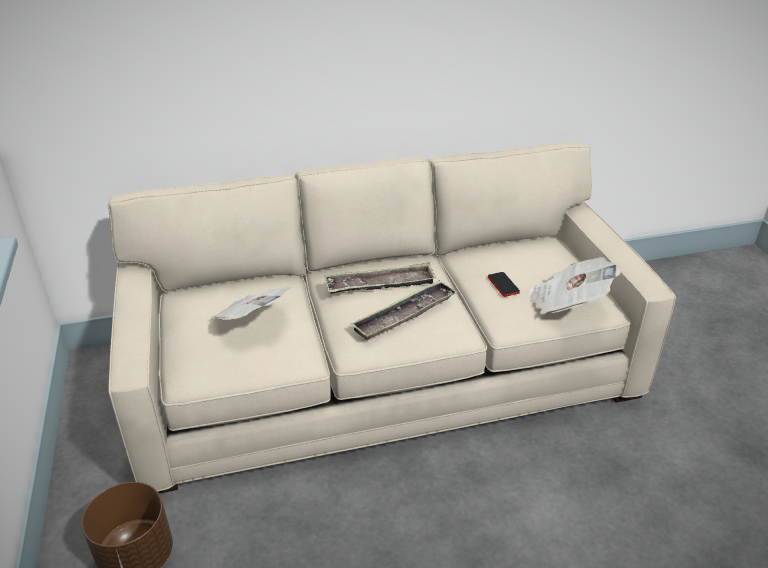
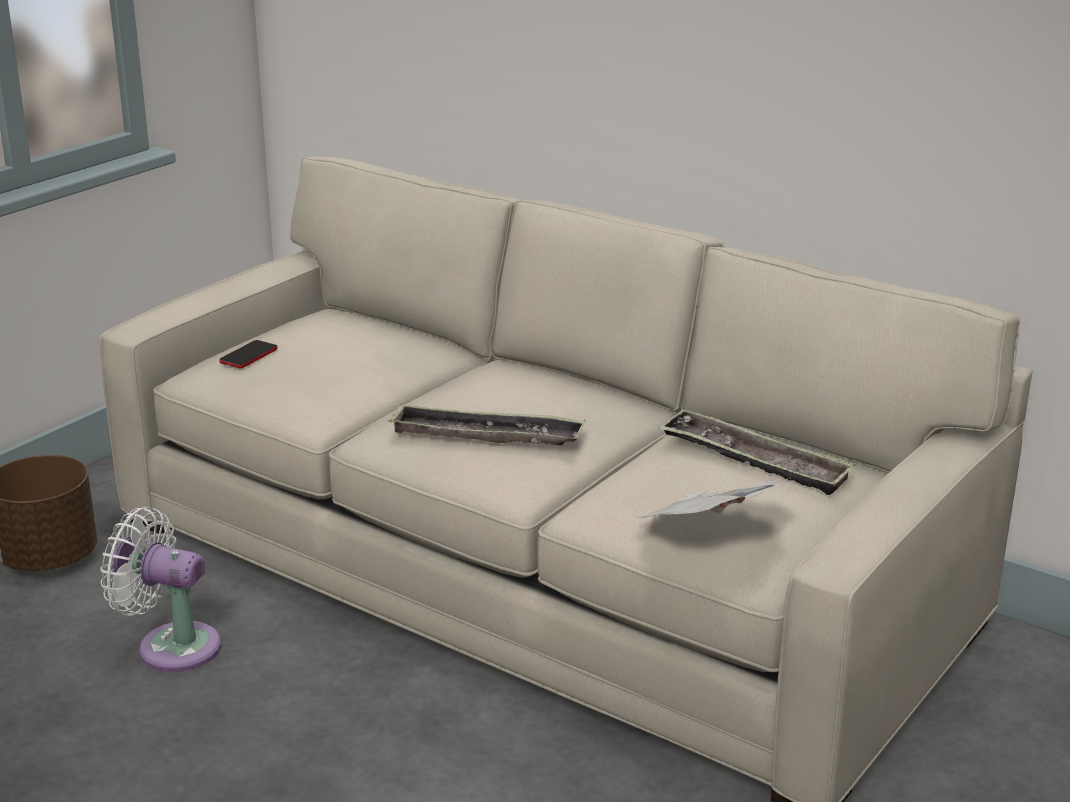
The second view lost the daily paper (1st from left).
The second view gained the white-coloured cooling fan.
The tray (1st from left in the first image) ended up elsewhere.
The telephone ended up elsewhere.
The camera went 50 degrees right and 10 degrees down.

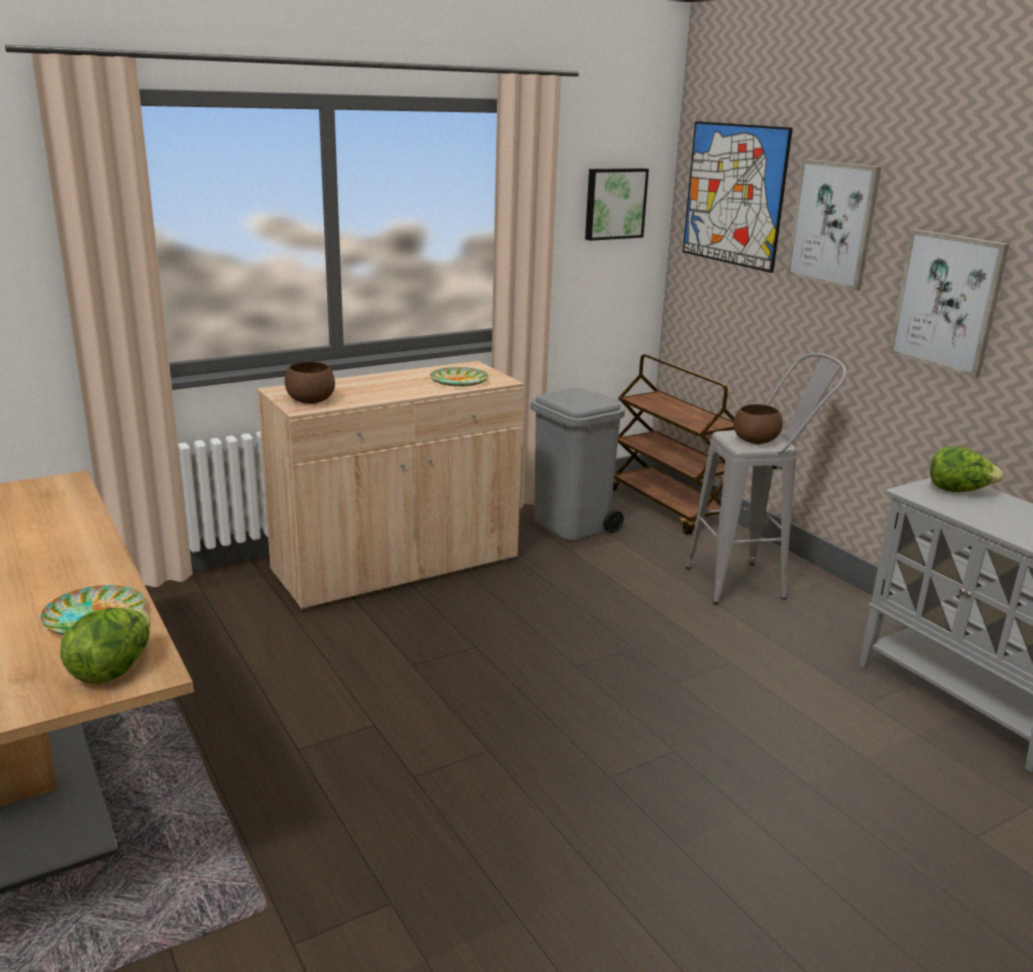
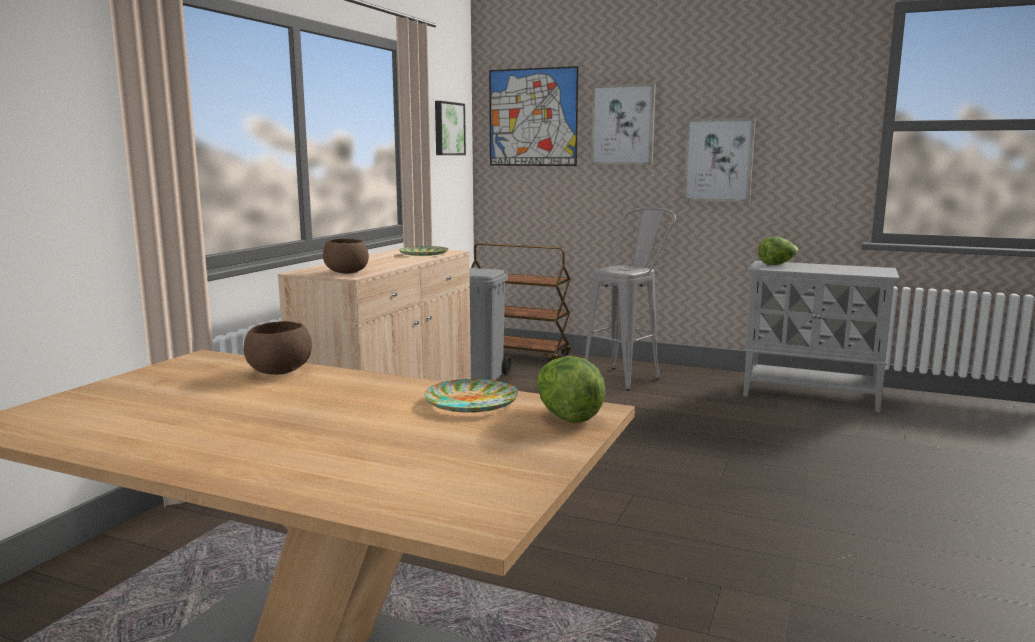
The brownish bowl (2nd from left in the first image) ended up elsewhere.
The camera went 35 degrees left and 10 degrees down.

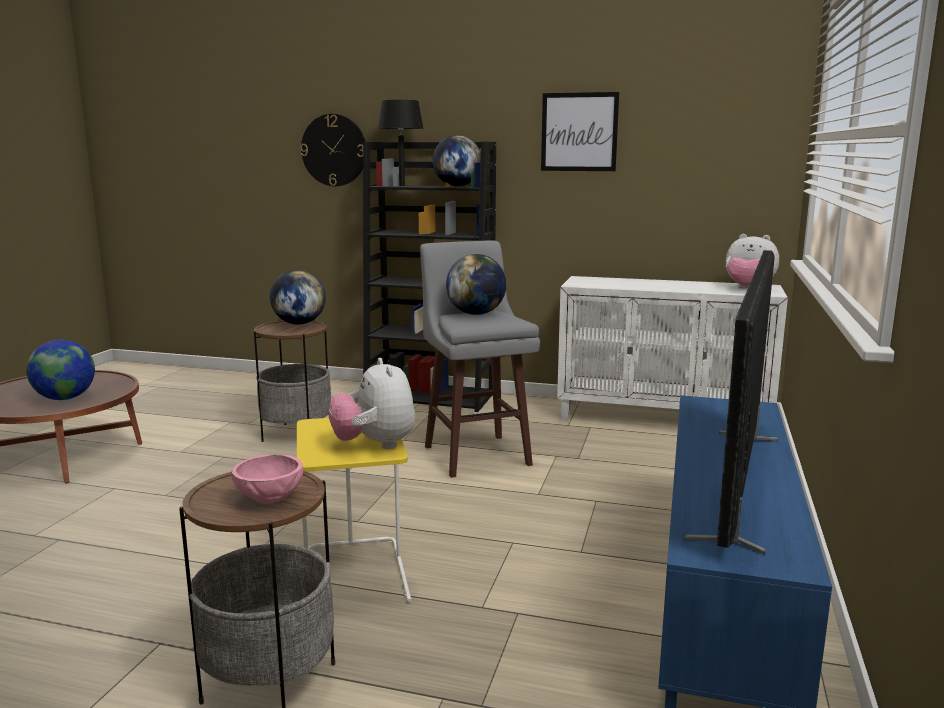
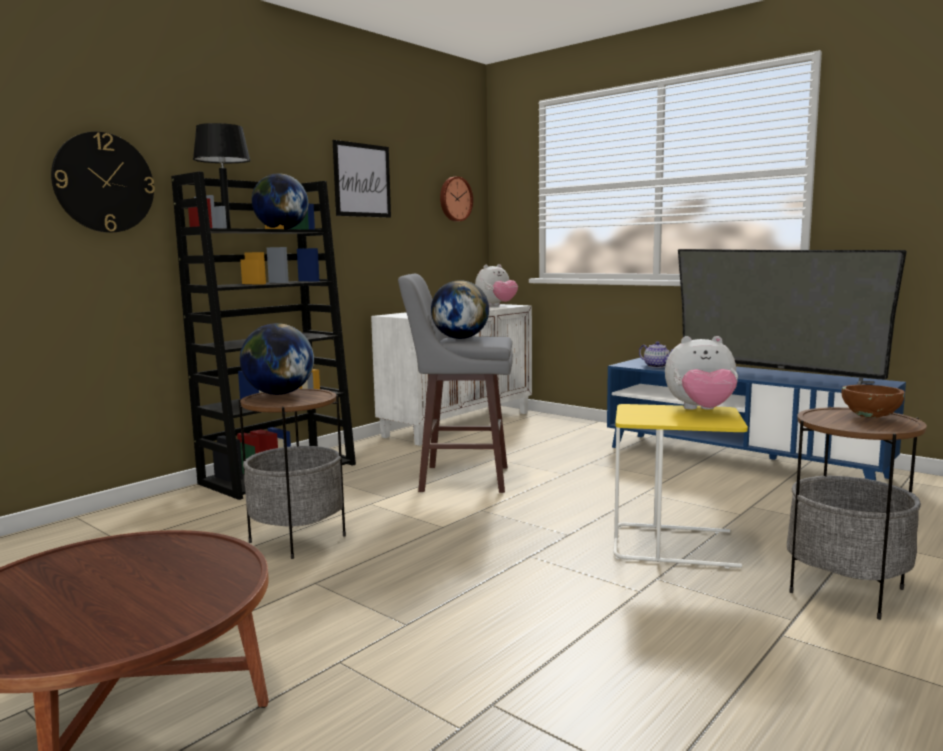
The second view lost the world globe (1st from left).
The second view gained the hanging clock (2nd from left).
The second view gained the tea pot.
What was the pinkish bowl turned into the brownish bowl.
The camera went 65 degrees left and 5 degrees down.

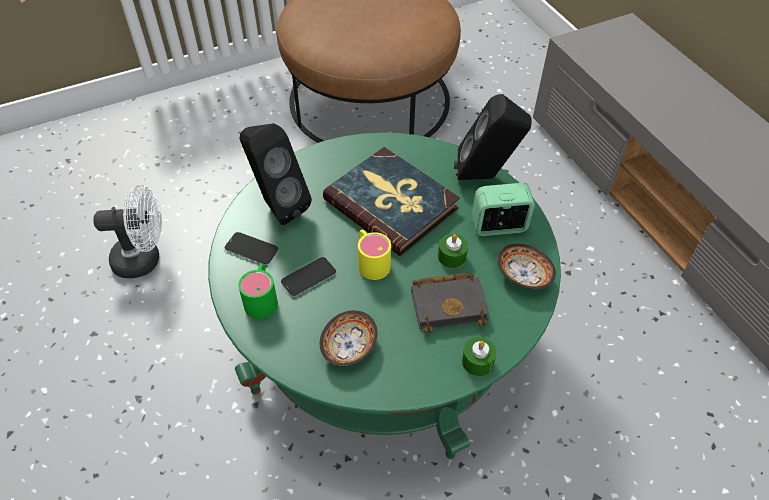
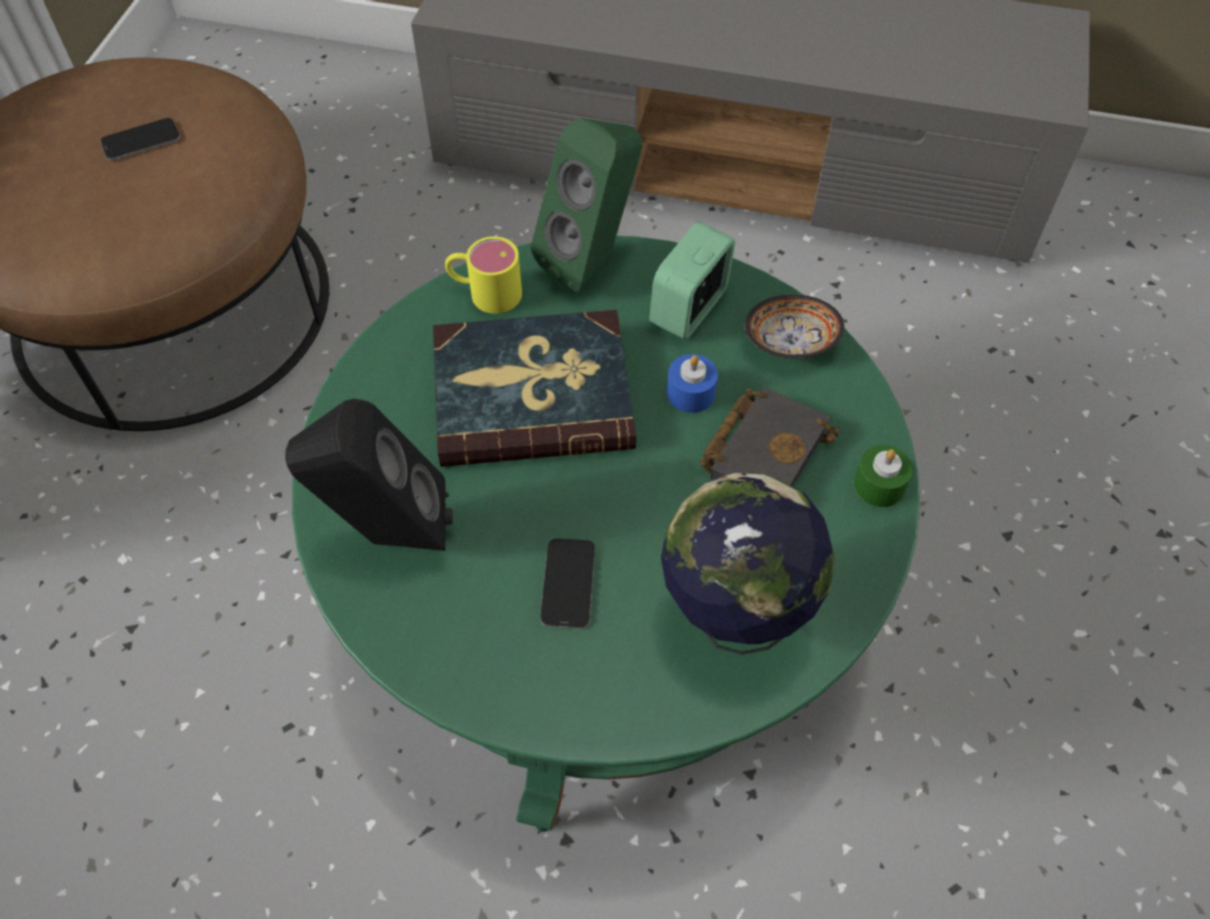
The second view lost the white-coloured cooling fan.
The second view lost the green mug.
The telephone (1st from left) ended up elsewhere.
The yellowish mug ended up elsewhere.
Where the bowl (1st from left) stood, the world globe came to stand.
What was the green candle (1st from left) turned into the bluish candle.
What was the black audio speaker (2nd from left) turned into the green audio speaker.
The camera went 50 degrees left and 5 degrees up.

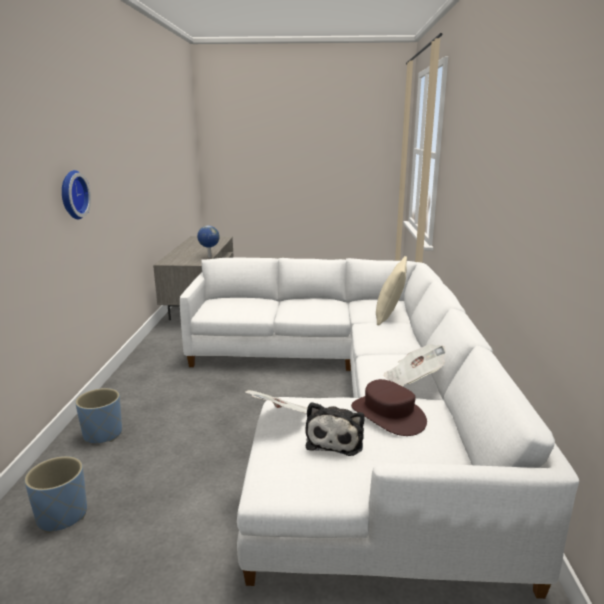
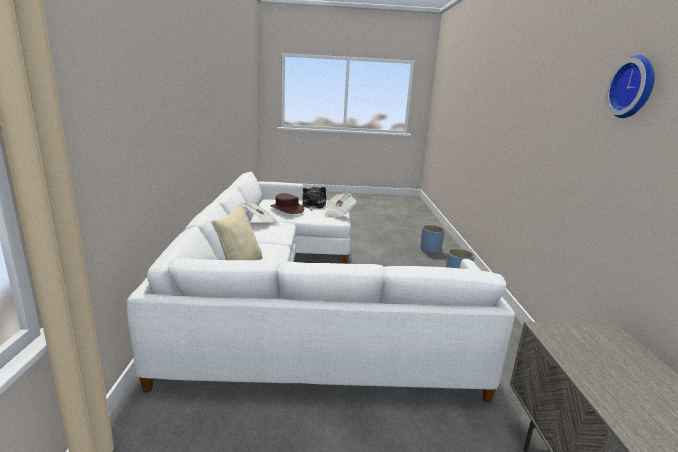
The second view lost the world globe.
The hanging clock ended up elsewhere.
The camera went 175 degrees right and 0 degrees up.

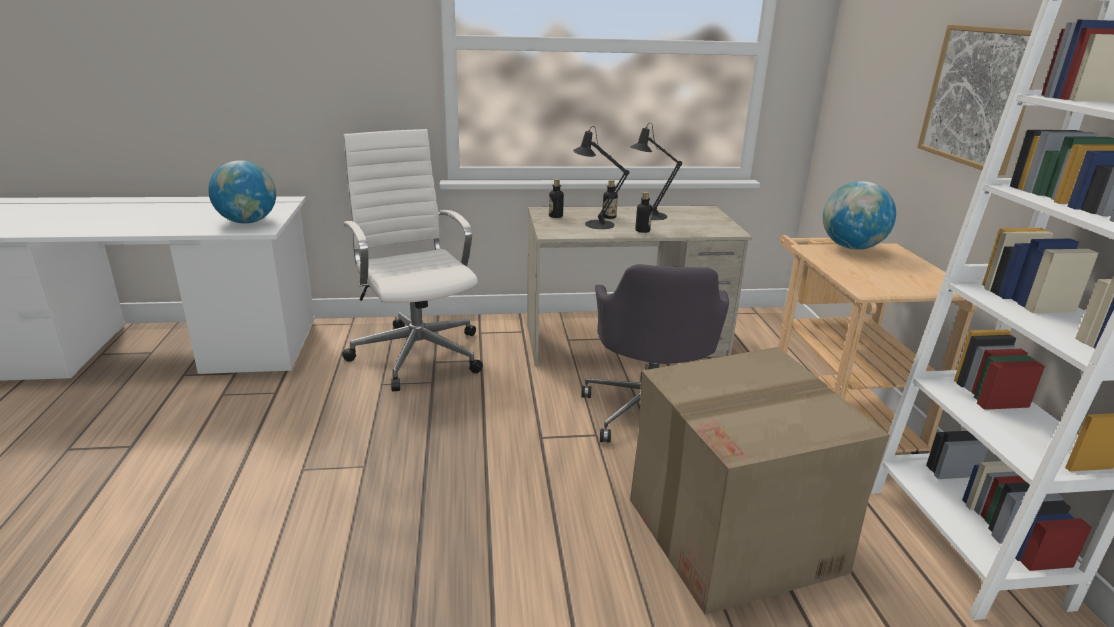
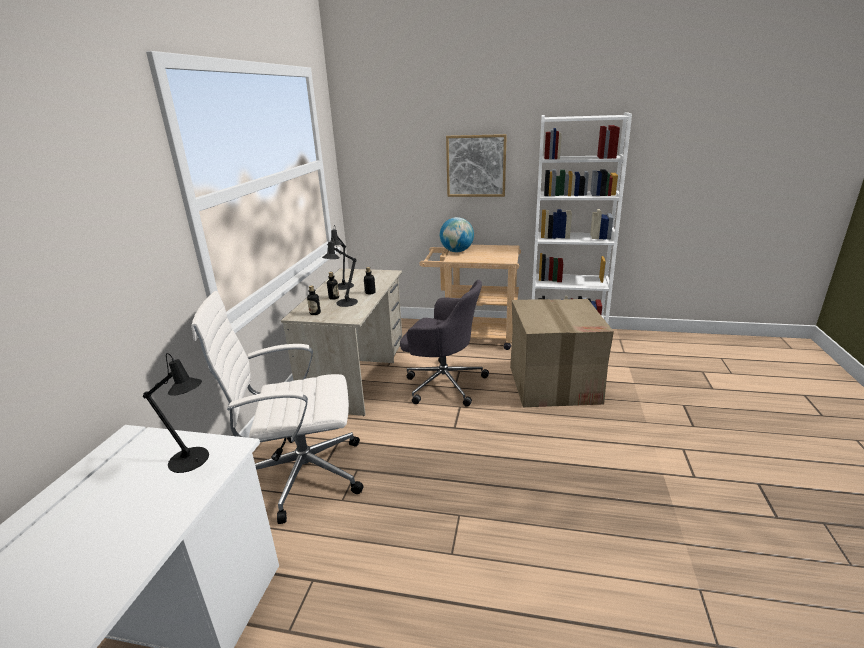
Where the world globe (1st from left) stood, the black table lamp (1st from left) came to stand.
The camera went 70 degrees left and 0 degrees up.

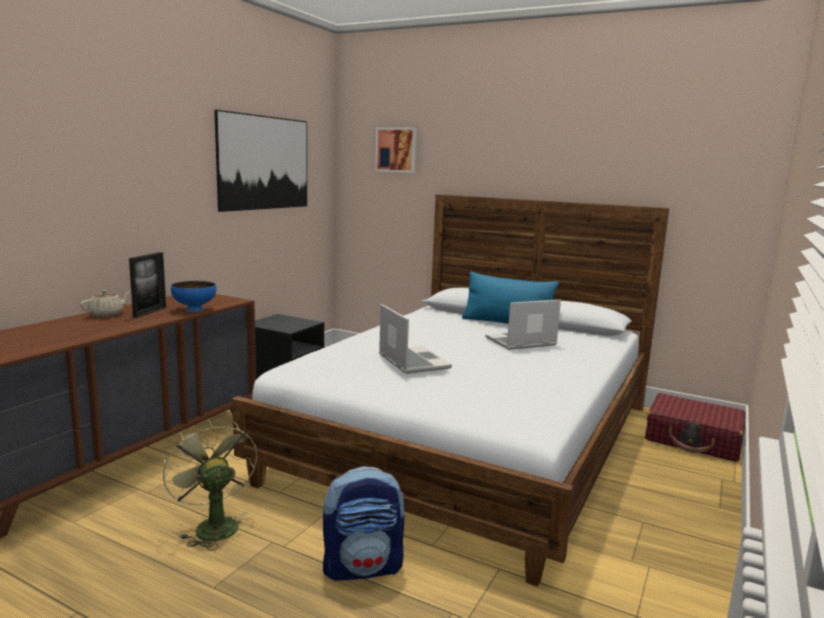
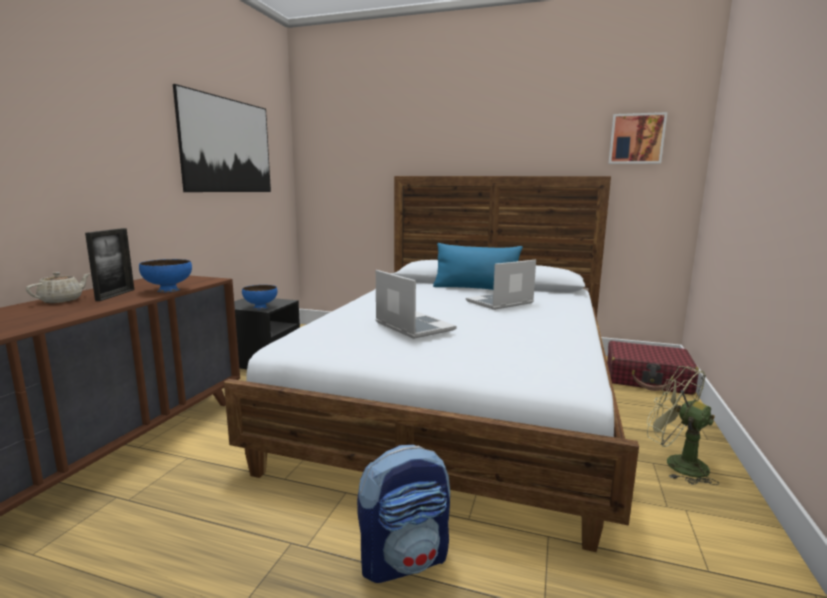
The second view gained the bluish bowl (2nd from left).
The green cooling fan ended up elsewhere.
The wall picture (2nd from left) ended up elsewhere.
The camera went 10 degrees left and 0 degrees up.

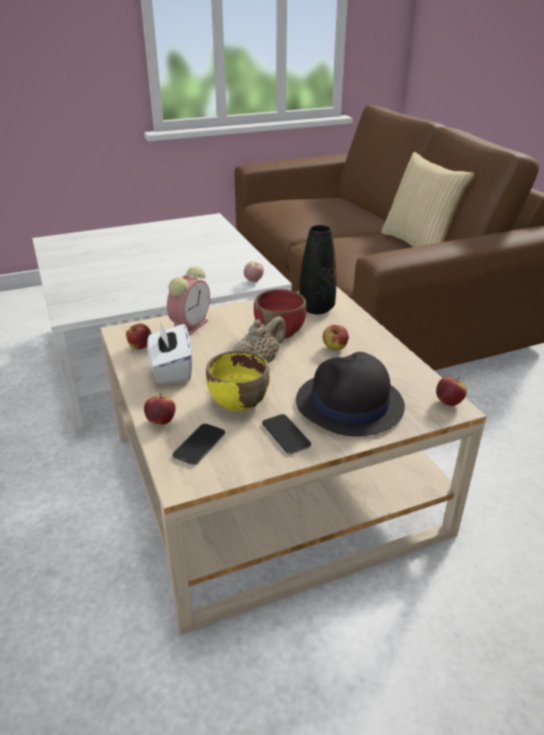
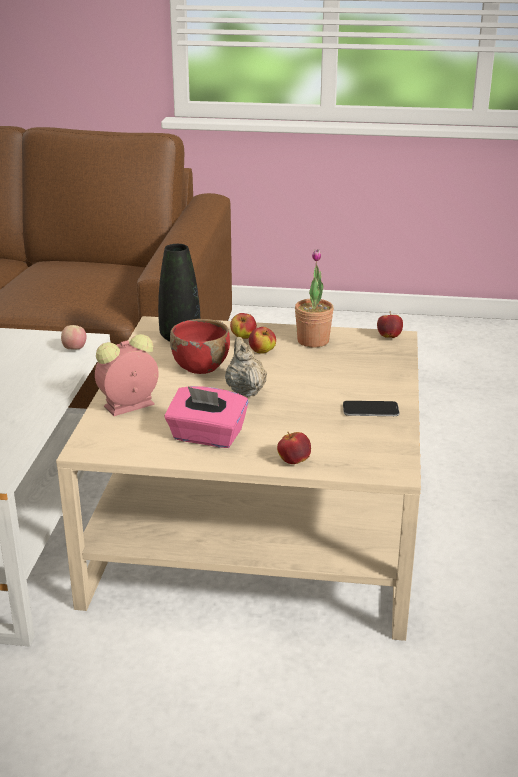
The second view lost the telephone (1st from left).
The second view lost the yellowish bowl.
The second view lost the black wearable hat.
The second view lost the pillow.
The second view gained the plant in a pot.
The apple fruit (1st from left in the first image) ended up elsewhere.
What was the white-coloured tissue box turned into the pinkish tissue box.
The alarm clock ended up facing another way, 90 degrees counterclockwise from before.
The camera went 60 degrees left and 5 degrees down.

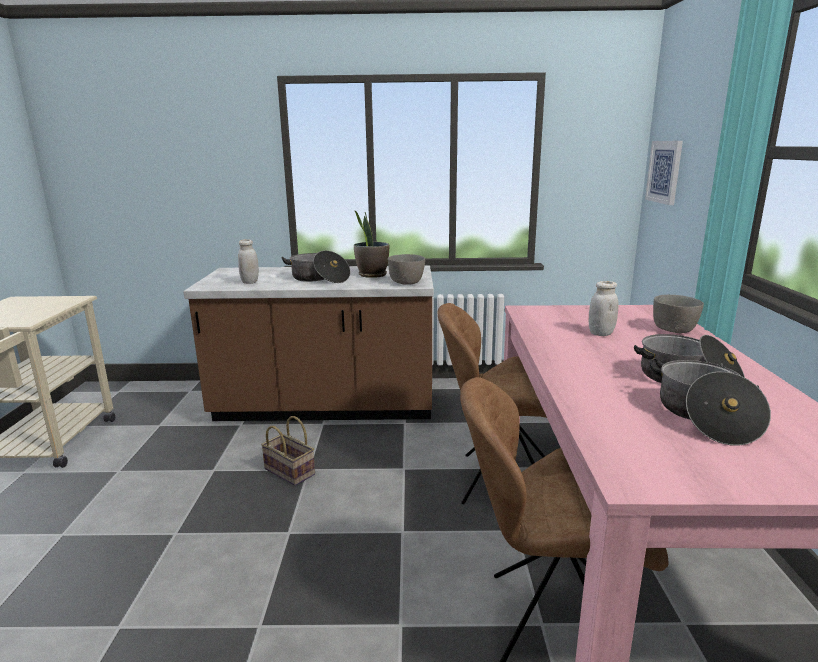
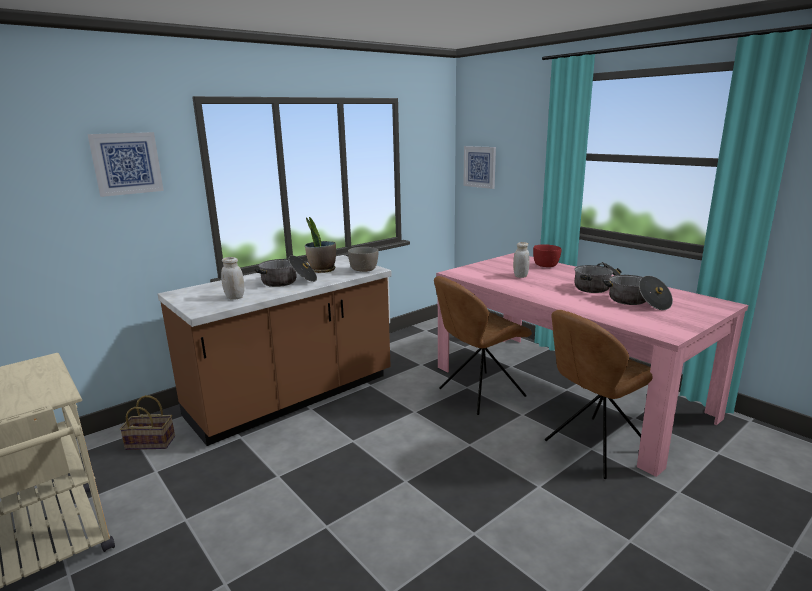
The second view gained the wall picture (1st from left).
The storage basket ended up elsewhere.
What was the greyish bowl (2nd from left) turned into the reddish bowl.
The camera went 40 degrees left and 0 degrees up.

